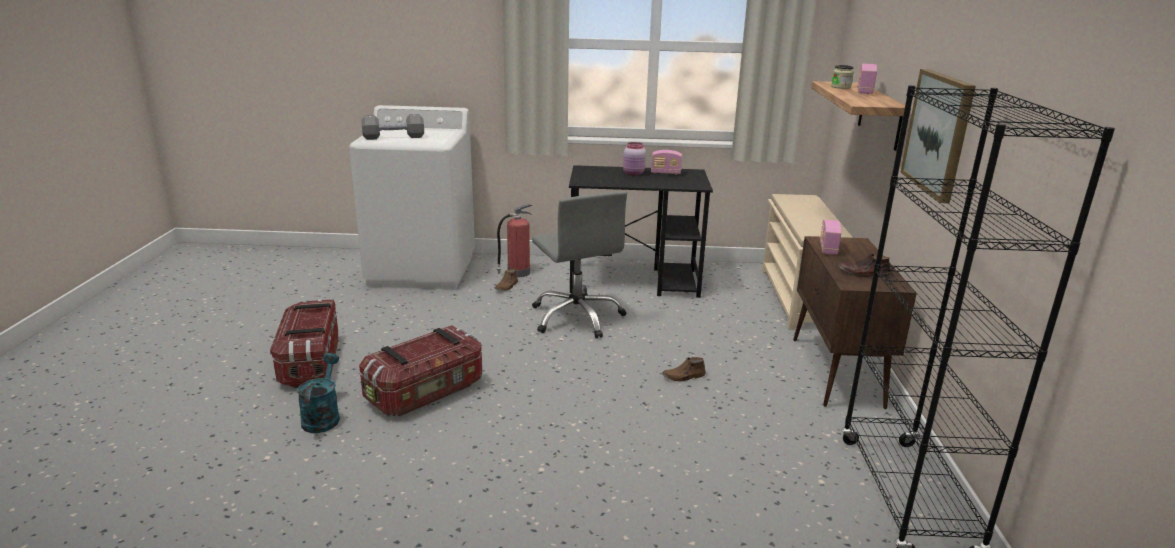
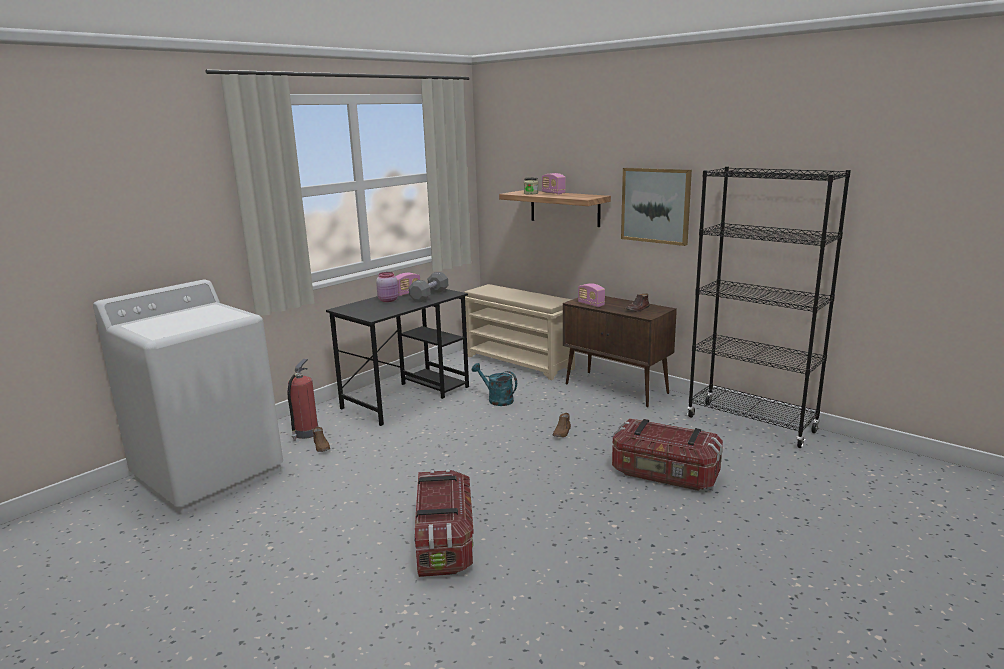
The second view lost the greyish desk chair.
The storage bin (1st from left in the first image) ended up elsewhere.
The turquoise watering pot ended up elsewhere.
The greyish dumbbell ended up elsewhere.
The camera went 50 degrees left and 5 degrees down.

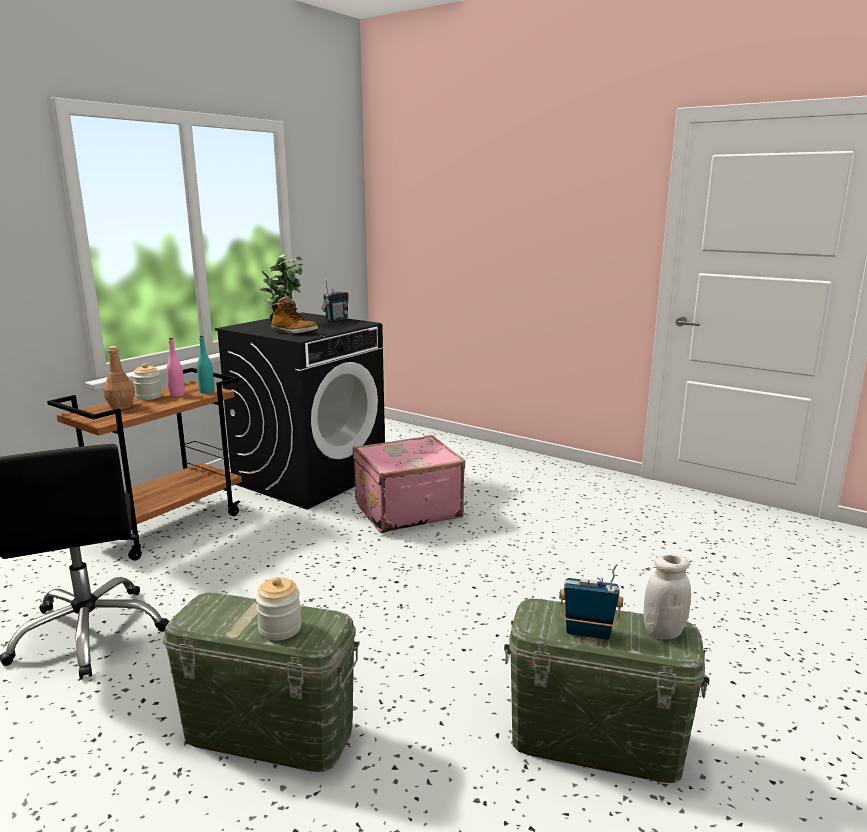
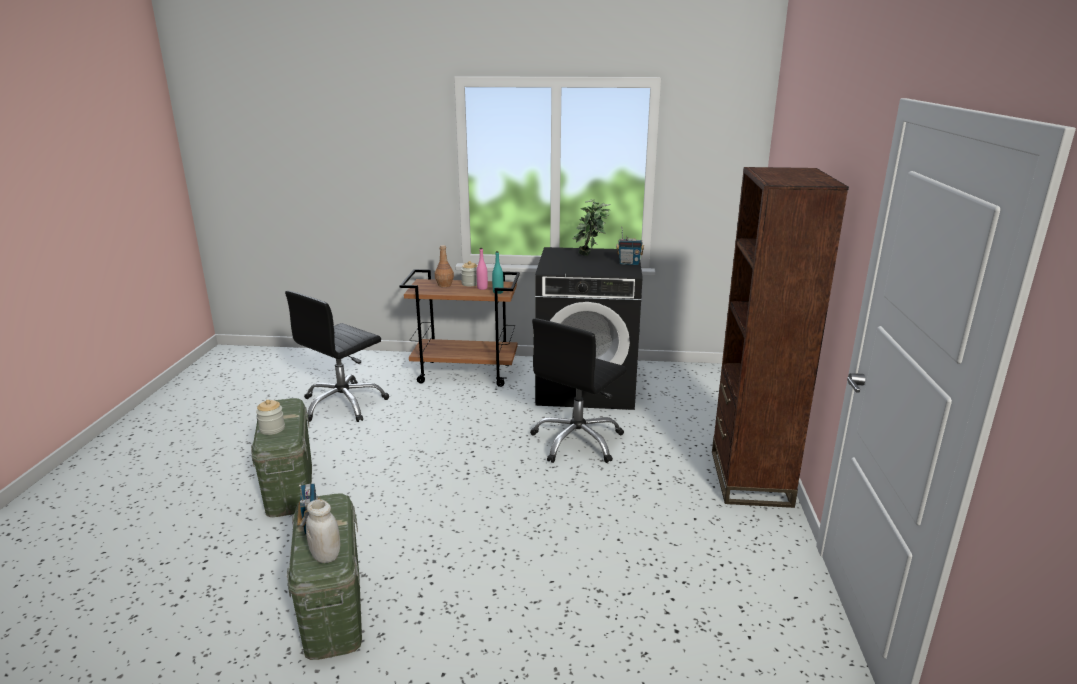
The second view lost the high-top boot.
The second view gained the brownish bookcase.
Where the pinkish suitcase stood, the black desk chair (2nd from left) came to stand.
The camera went 60 degrees right and 5 degrees up.

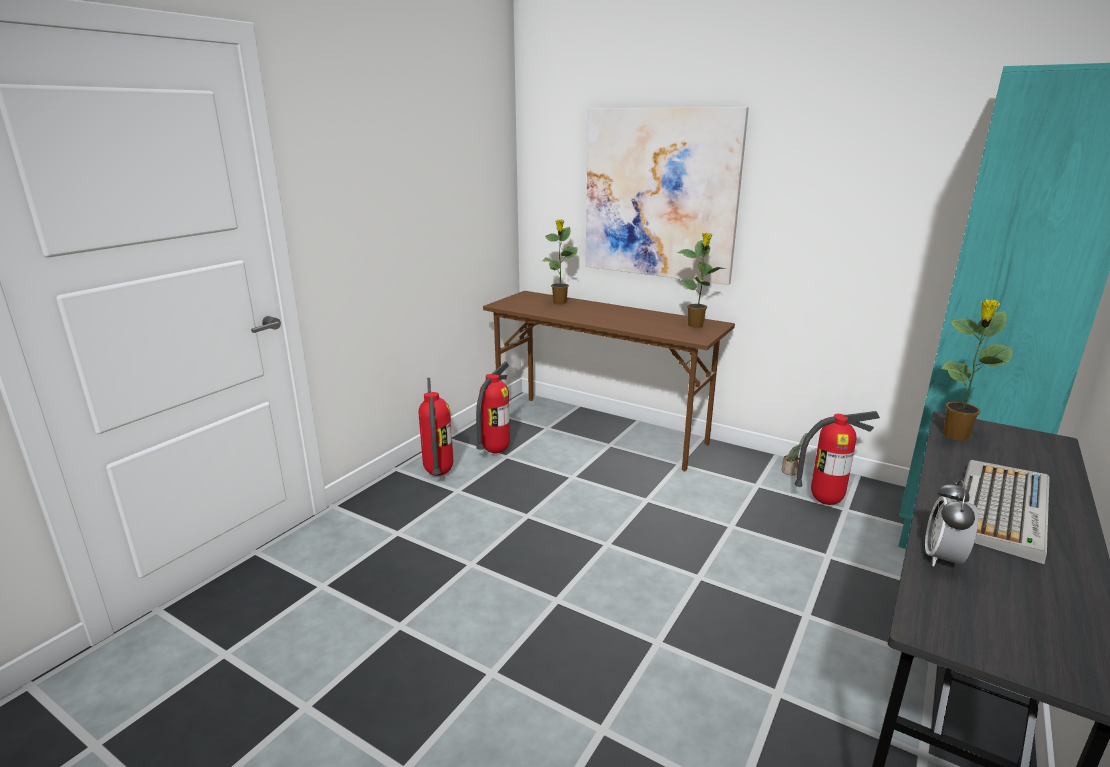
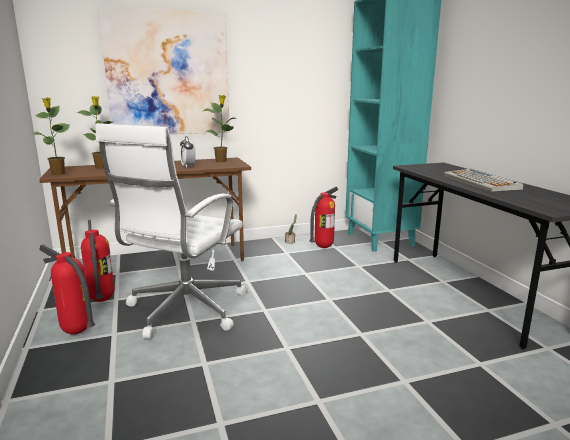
The second view gained the white-coloured desk chair.
The alarm clock ended up elsewhere.
The plant in a pot (4th from left in the first image) ended up elsewhere.
The camera went 50 degrees left and 5 degrees down.

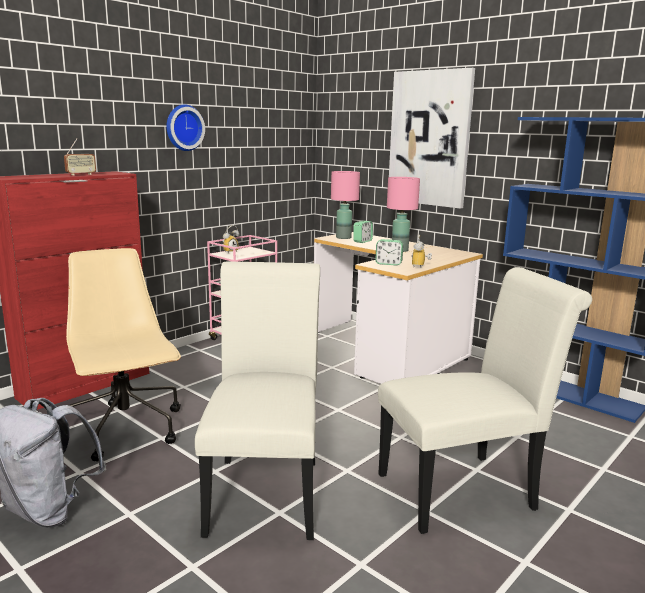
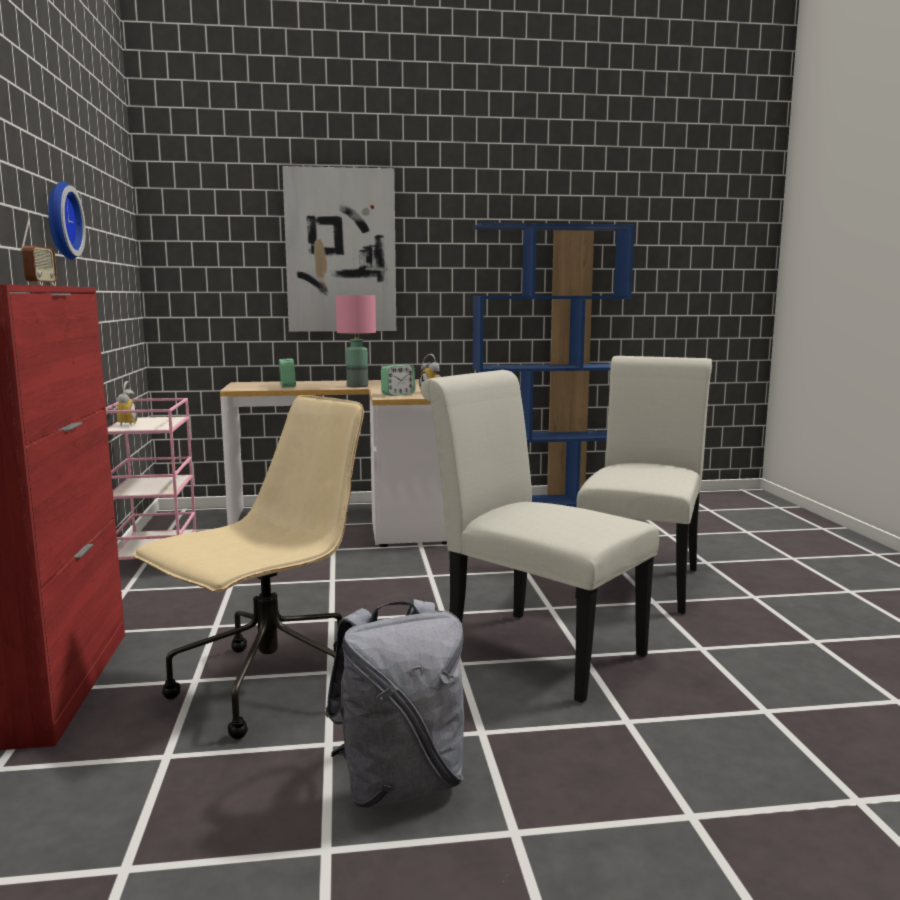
The second view lost the pinkish table lamp (1st from left).
The beige-coloured desk chair ended up facing another way, 120 degrees clockwise from before.
The camera went 50 degrees left and 5 degrees down.

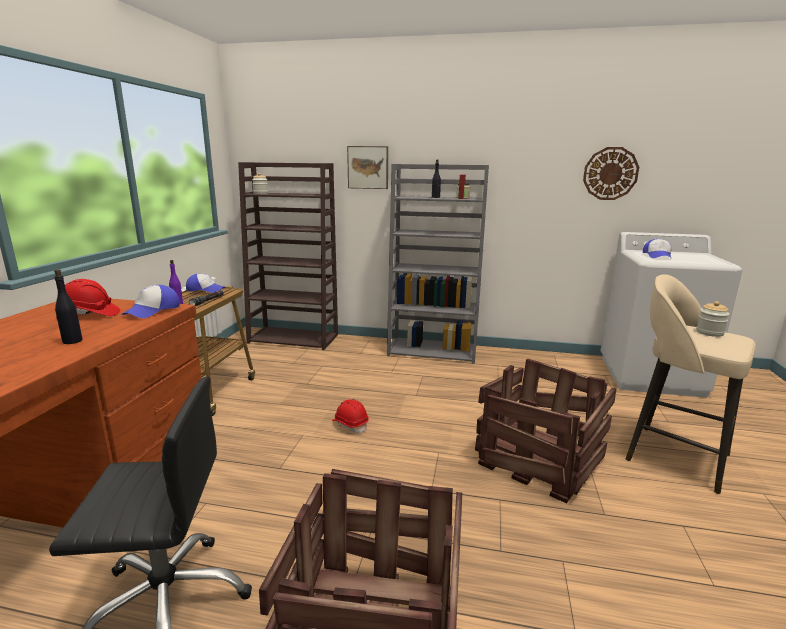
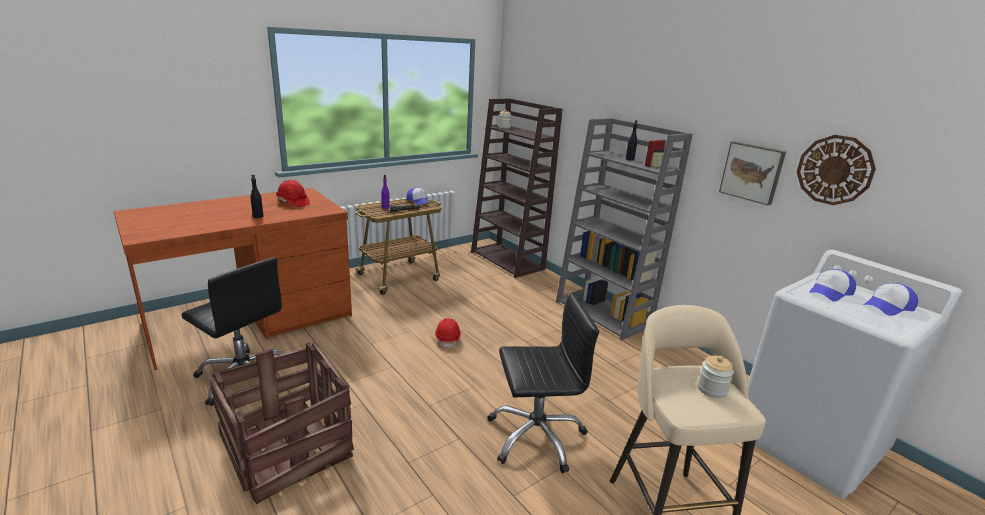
The cap (1st from left in the first image) ended up elsewhere.
The wall picture ended up elsewhere.
Where the crate (2nd from left) stood, the black desk chair (2nd from left) came to stand.
The camera went 40 degrees right and 5 degrees up.

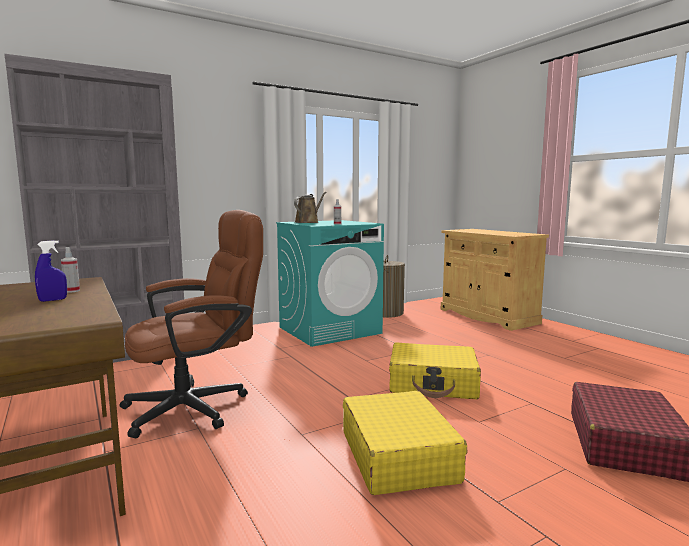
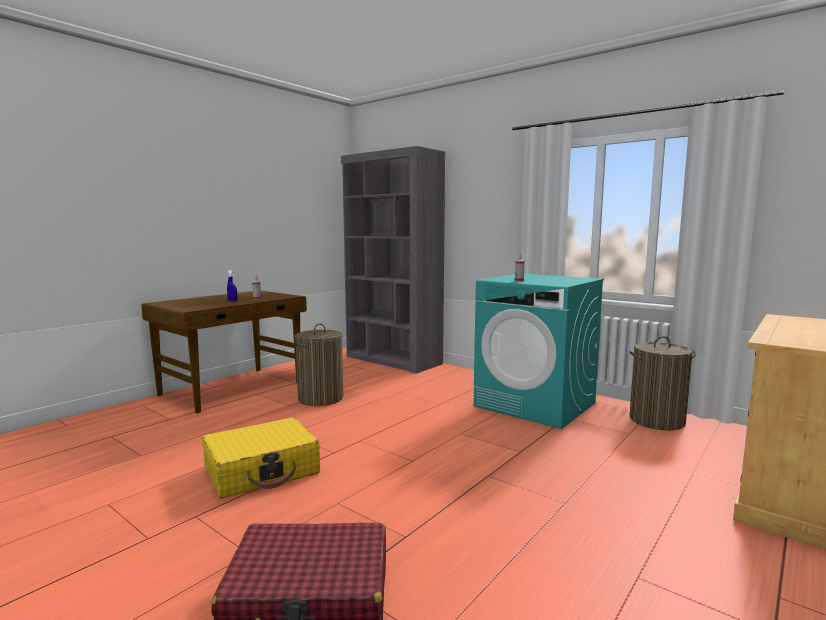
The second view lost the brownish watering pot.
The second view lost the yellowish suitcase (2nd from left).
Where the brownish desk chair stood, the hamper (1st from left) came to stand.
The camera went 70 degrees right and 0 degrees up.

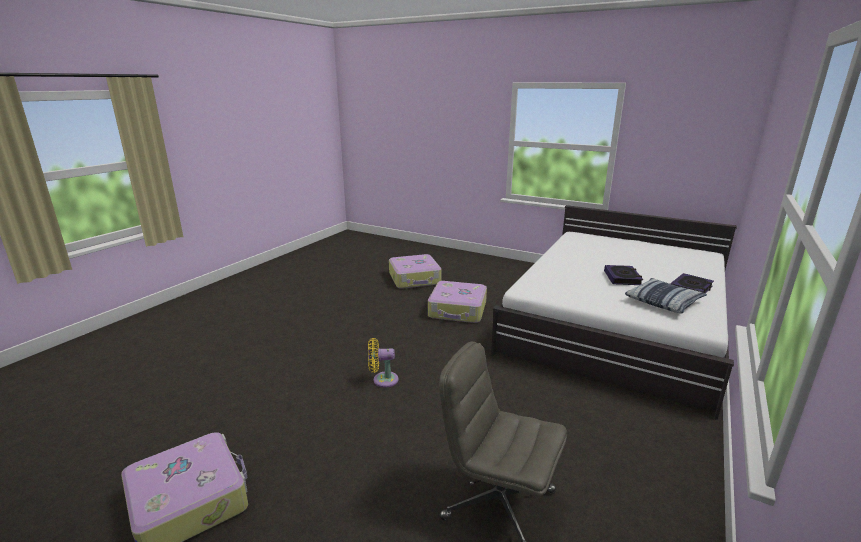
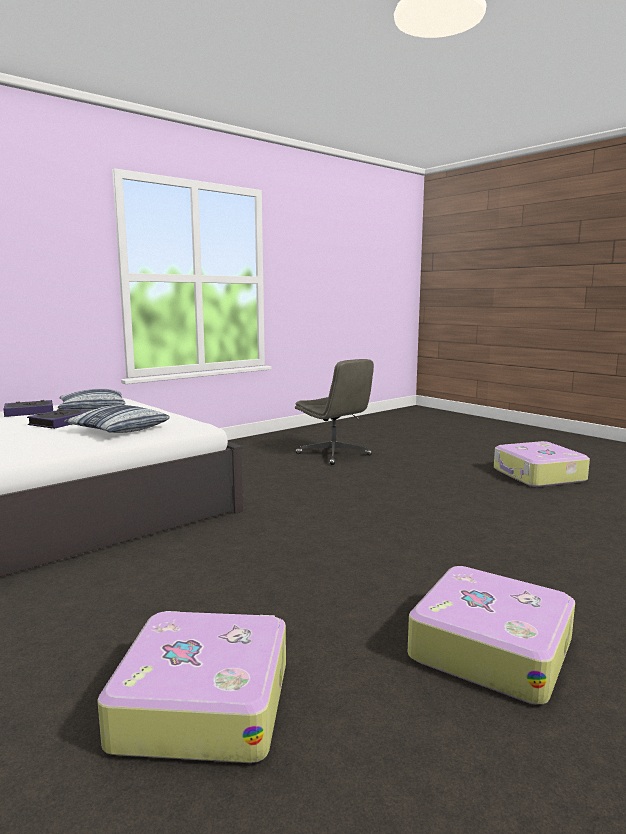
The second view lost the yellowish cooling fan.
The second view gained the pillow (2nd from left).
The suitcase (3rd from left in the first image) ended up elsewhere.
The camera went 160 degrees left and 10 degrees down.

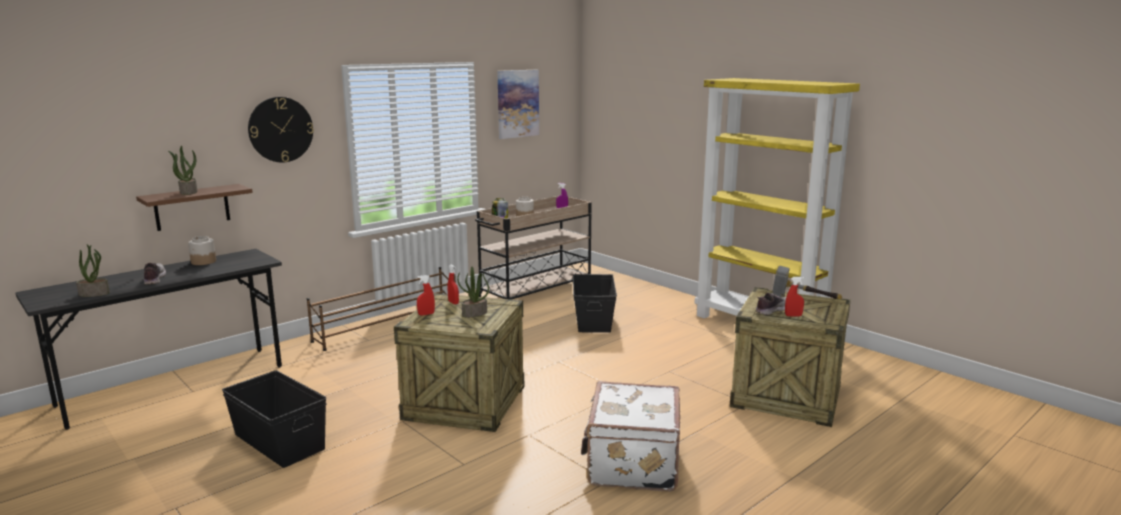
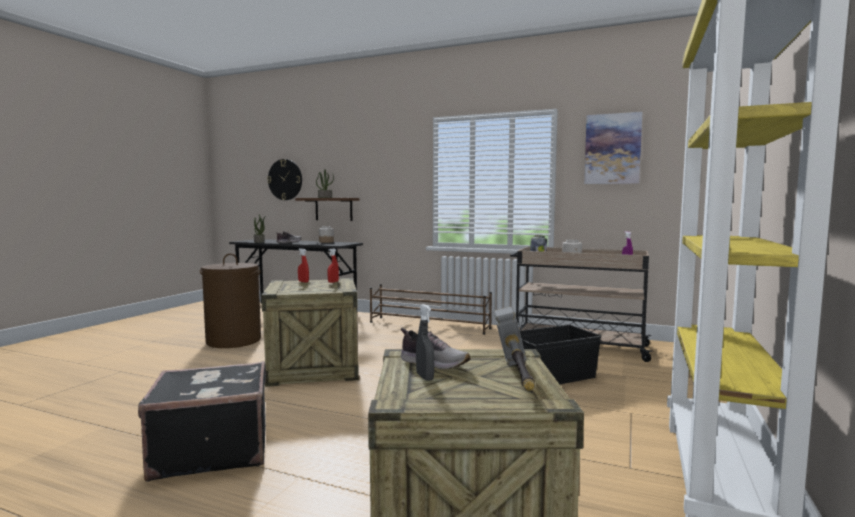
The second view lost the plant in a pot (3rd from left).
The hanging clock ended up elsewhere.
Where the black storage bin (1st from left) stood, the brownish hamper came to stand.
What was the white-coloured suitcase turned into the black suitcase.
What was the reddish spray bottle (3rd from left) turned into the greyish spray bottle.
The camera went 65 degrees right and 10 degrees down.

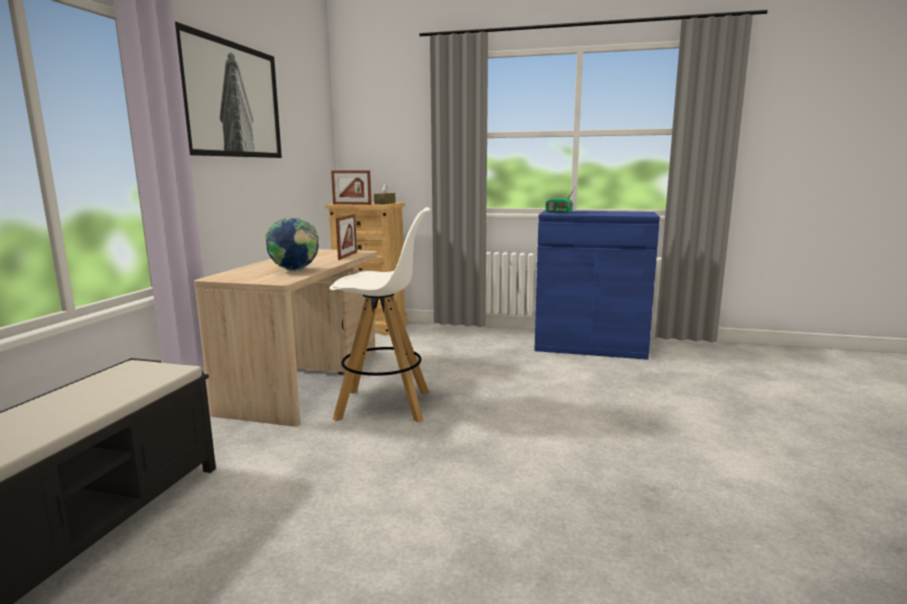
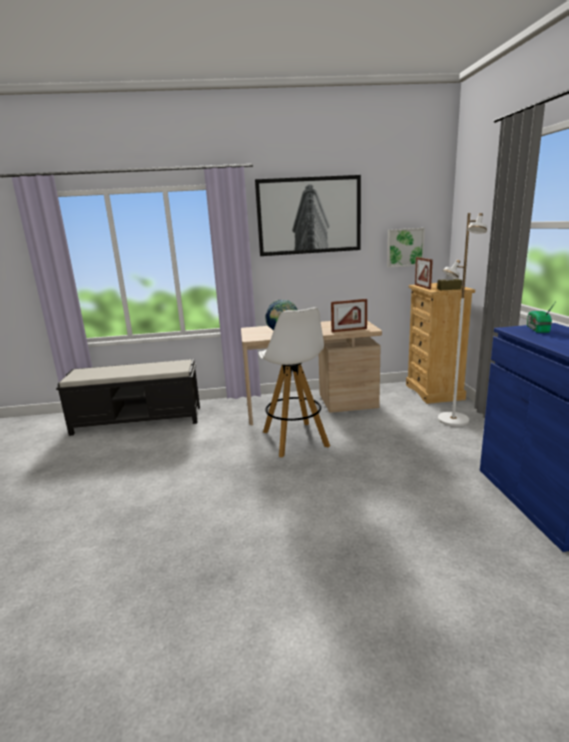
The second view gained the wall picture (2nd from left).
The second view gained the white-coloured standard lamp.
The camera went 70 degrees right and 5 degrees up.

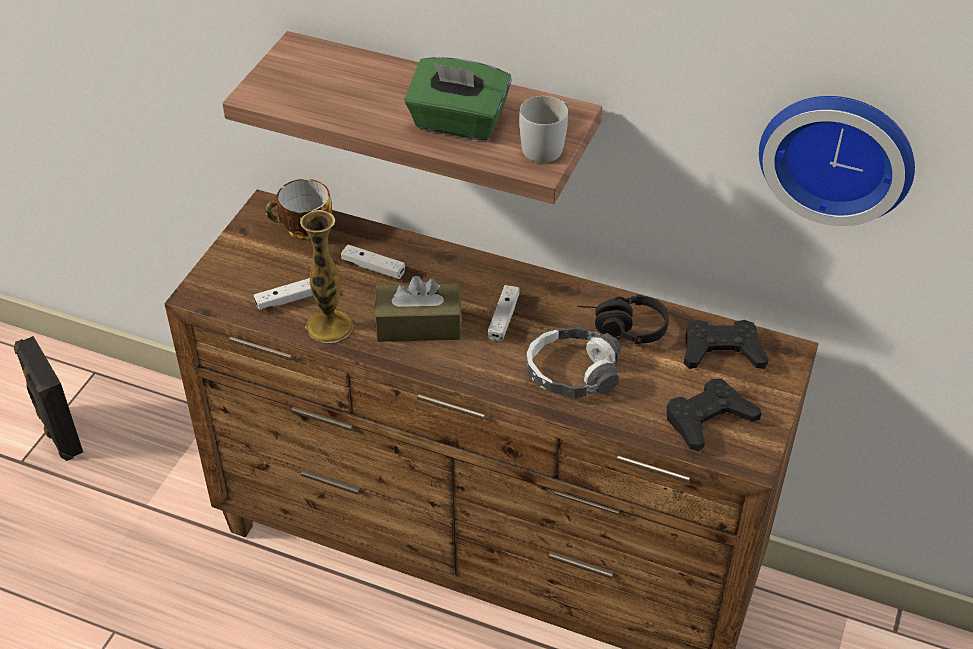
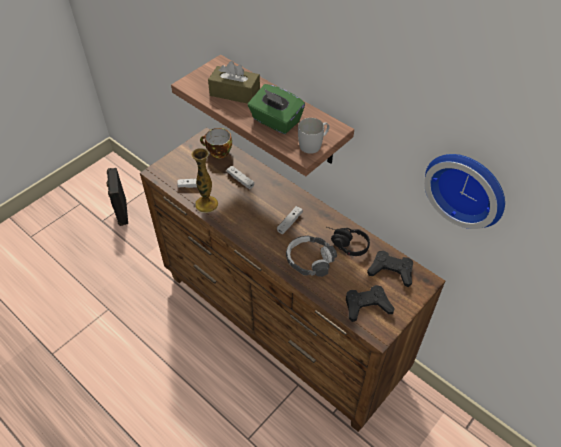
The brownish tissue box ended up elsewhere.
The camera went 20 degrees right and 5 degrees up.

